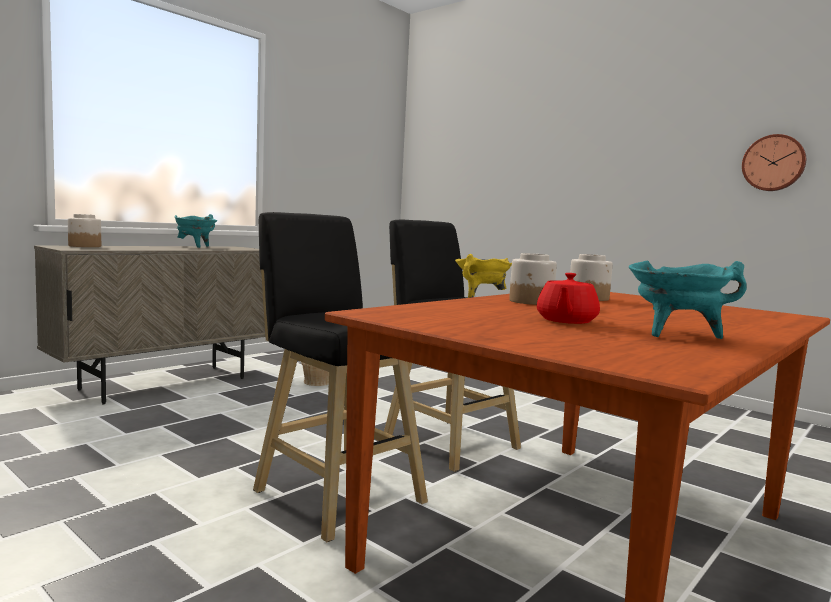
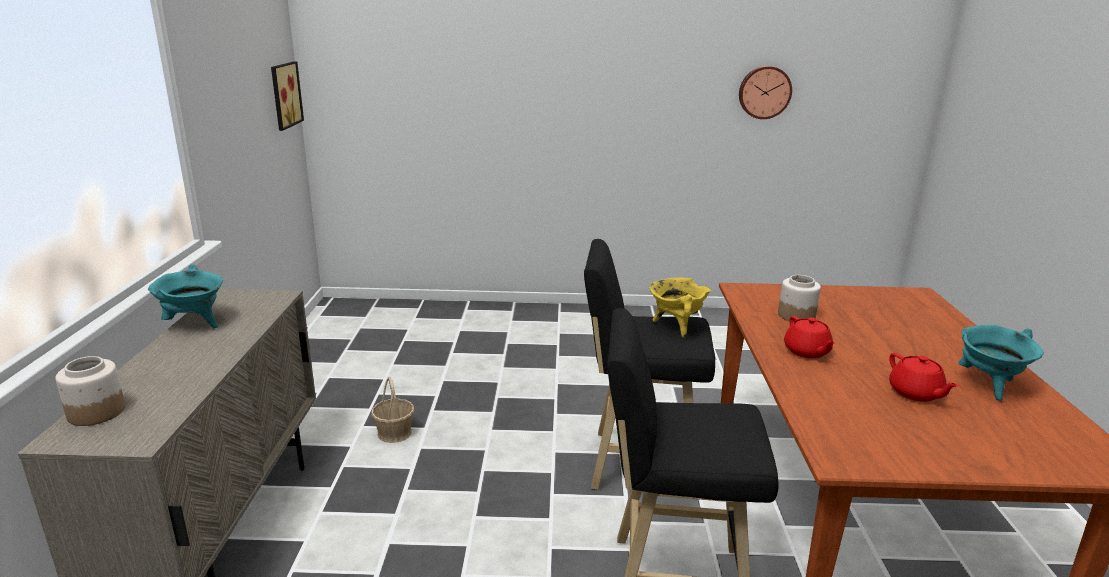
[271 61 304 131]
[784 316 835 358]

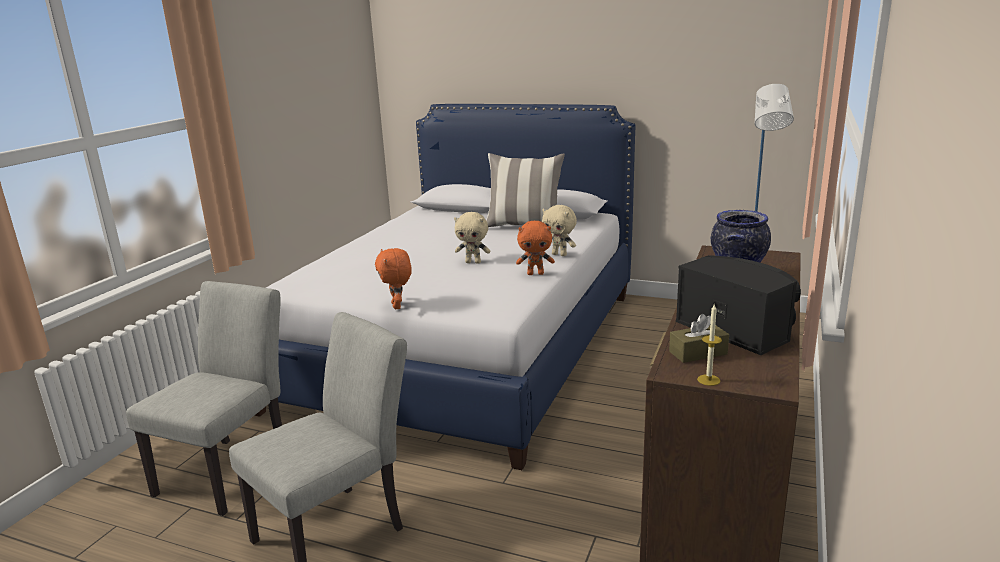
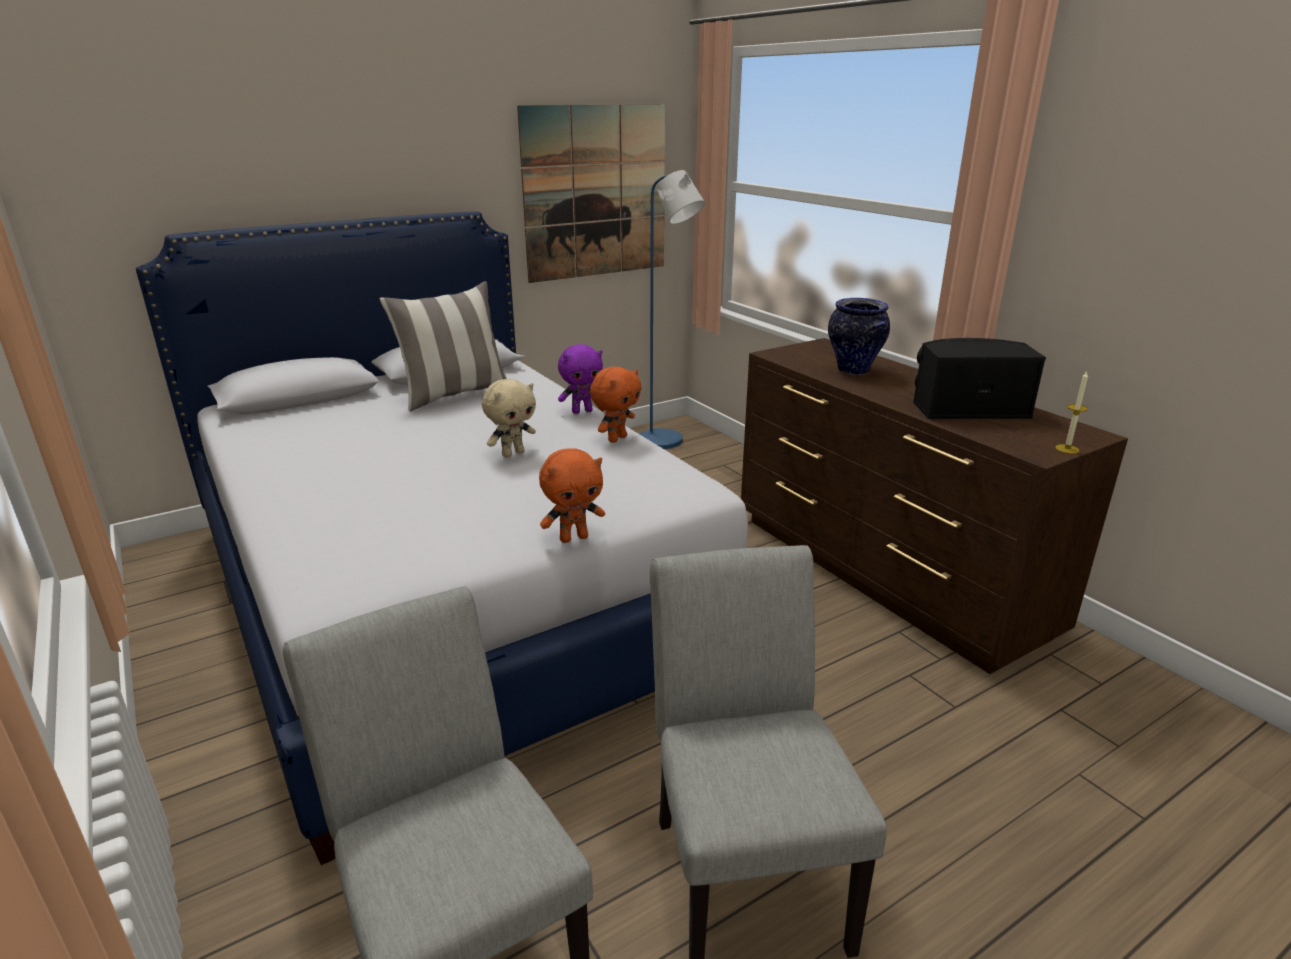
[517 104 665 283]
[539 448 605 543]
[558 344 603 414]
[669 314 729 363] (first image)

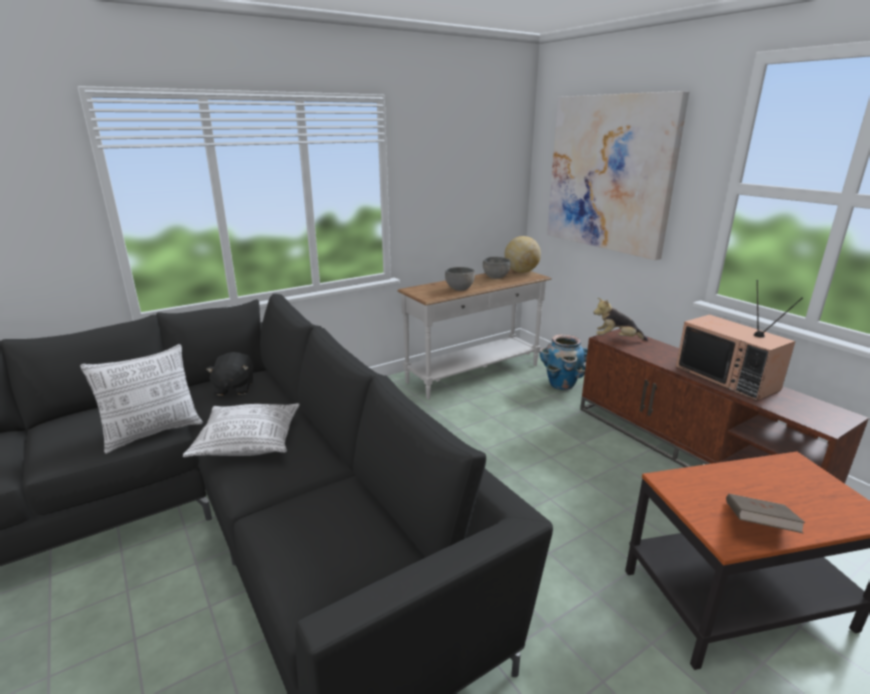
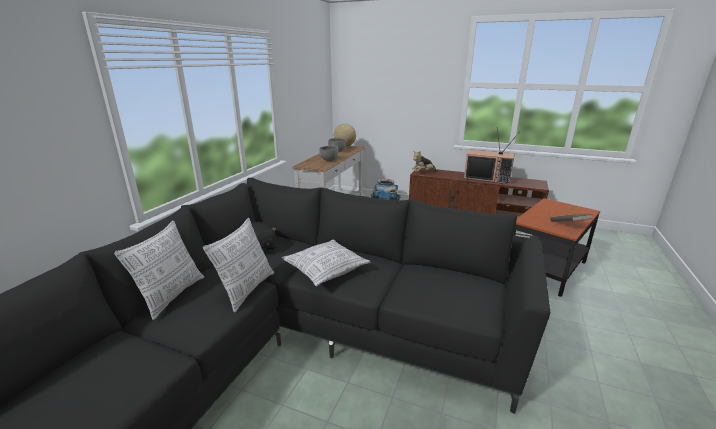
[114 221 204 320]
[547 91 689 260] (first image)

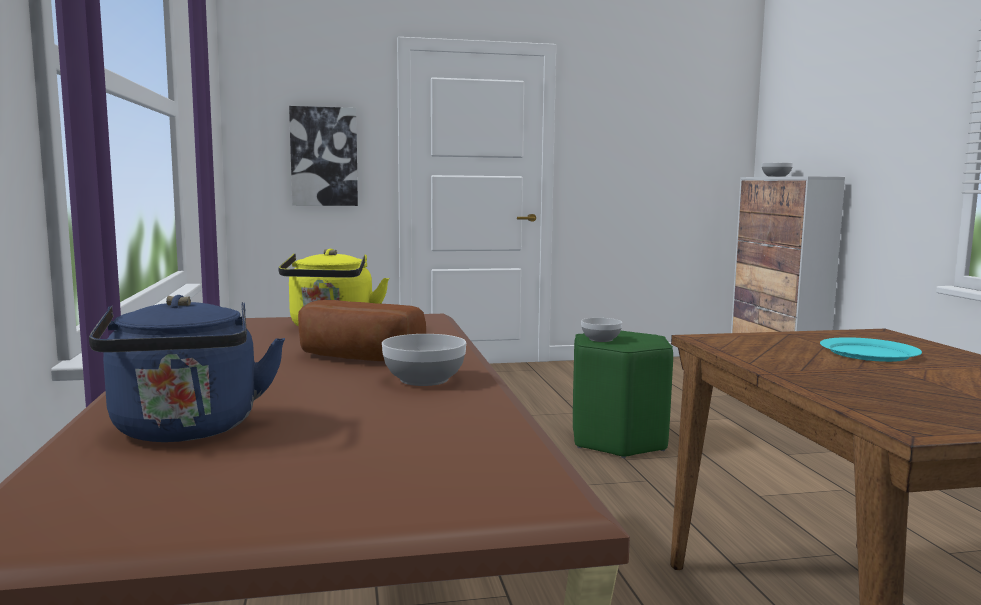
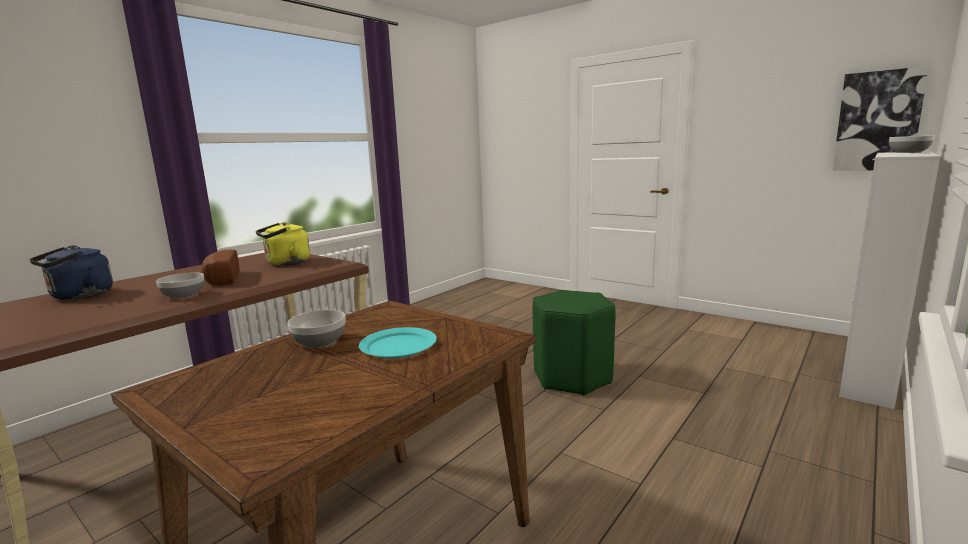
[287 310 346 348]
[832 66 929 171]

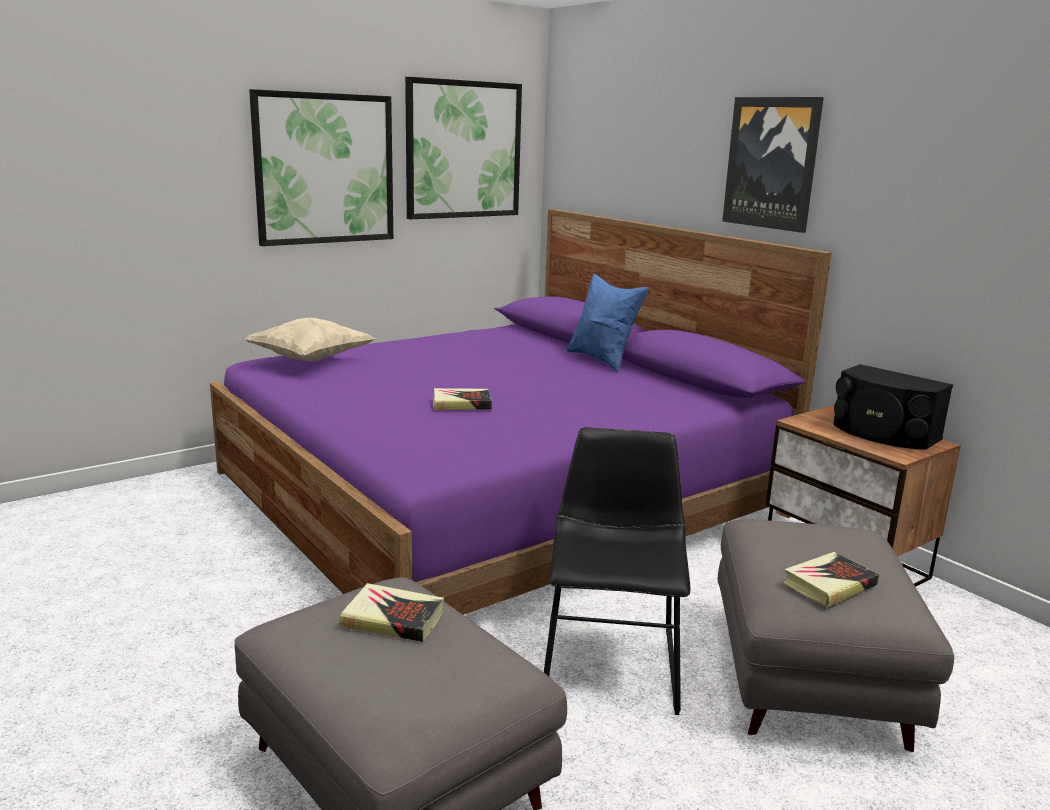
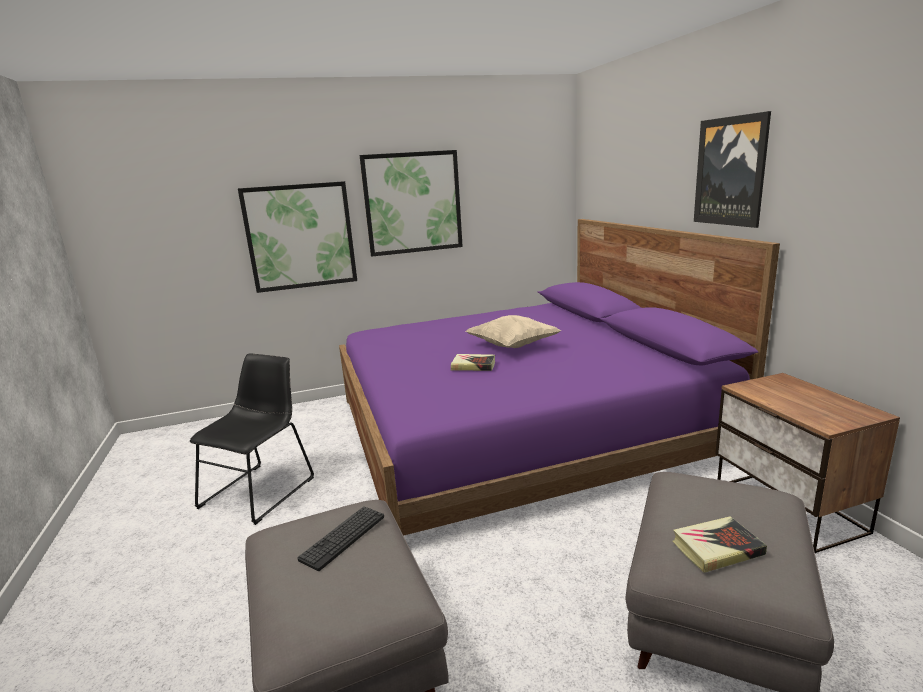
[190 353 314 525]
[238 181 357 293]
[298 506 384 571]
[466 315 561 348]
[567 274 649 373] (first image)
[833 364 953 450] (first image)

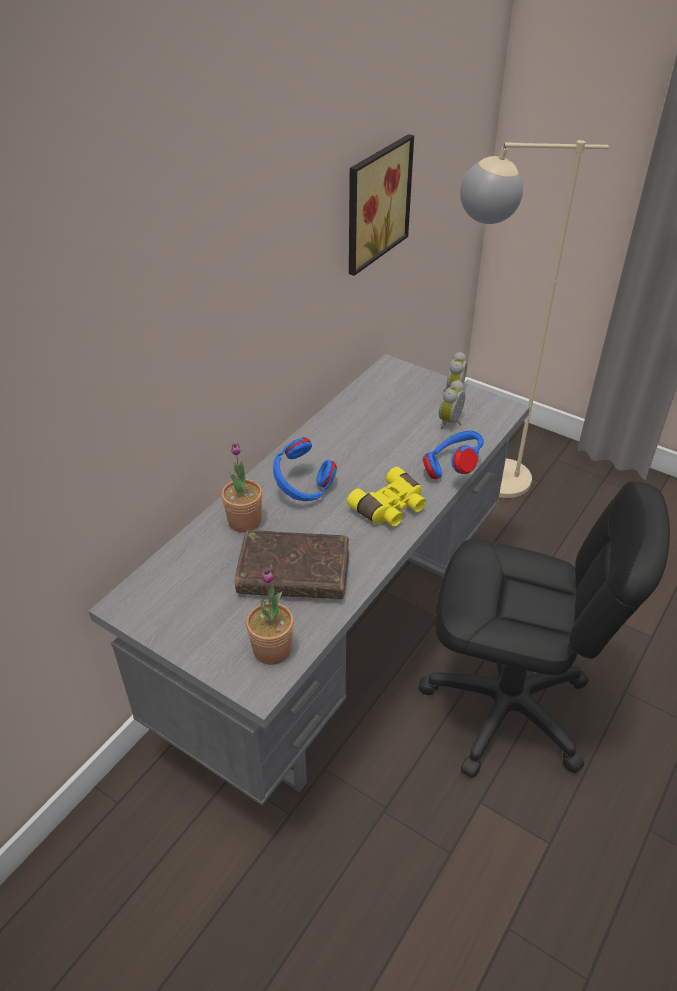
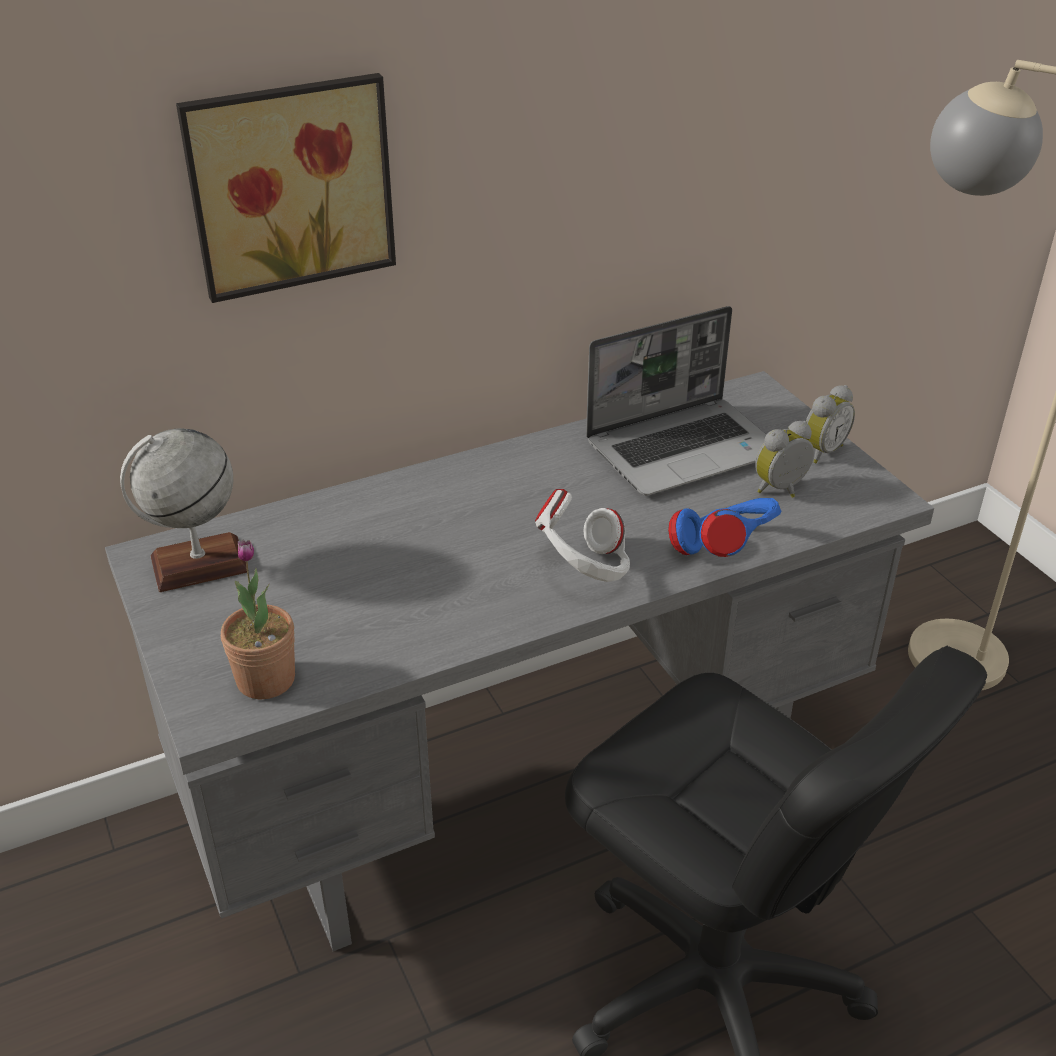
[120 428 249 592]
[176 73 396 303]
[535 489 630 582]
[586 306 767 496]
[221 443 262 533] (first image)
[235 530 349 599] (first image)
[273 437 337 501] (first image)

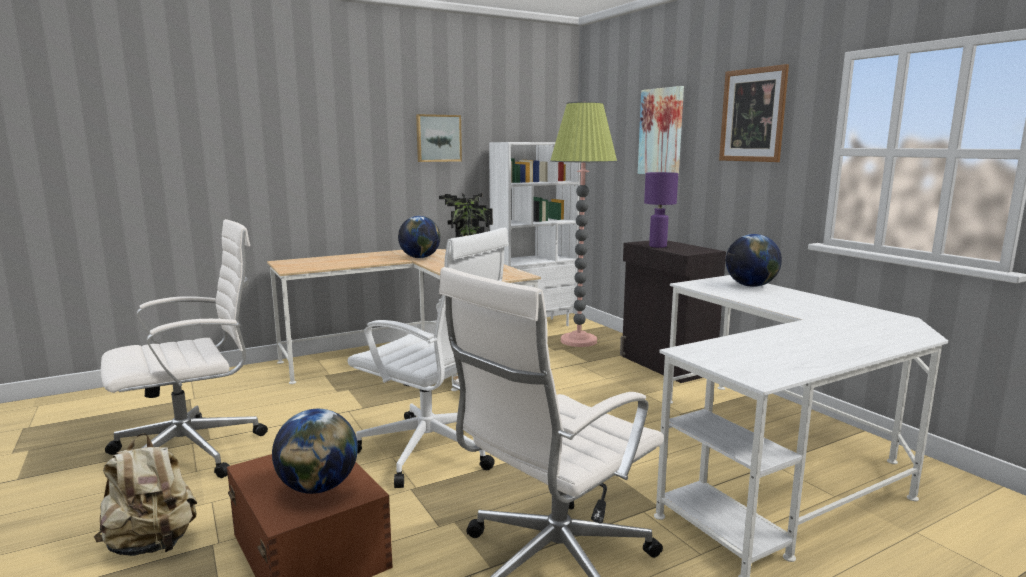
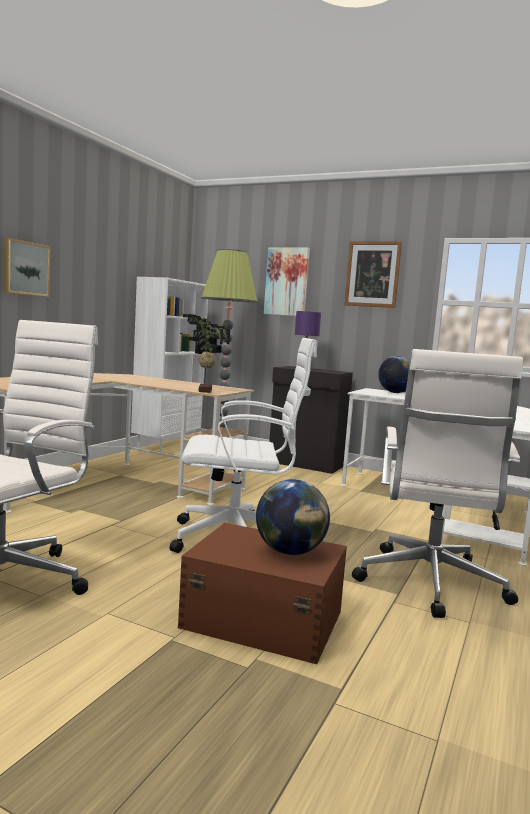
[4 238 50 297]
[94 433 197 556] (first image)
[398 216 441 258] (first image)

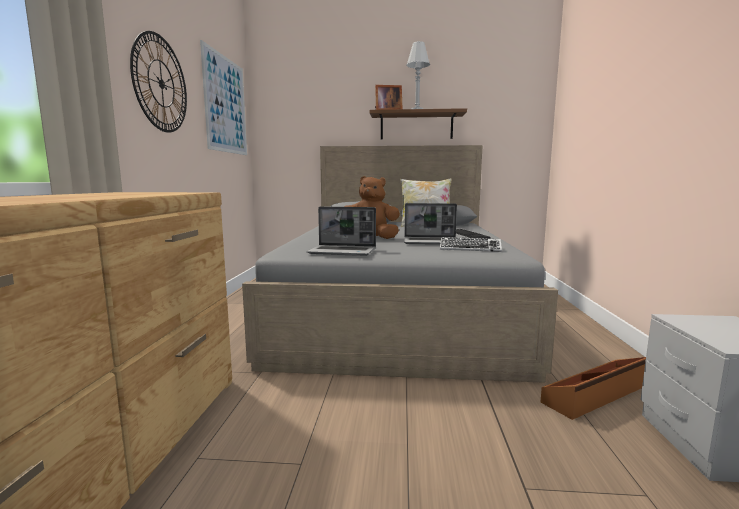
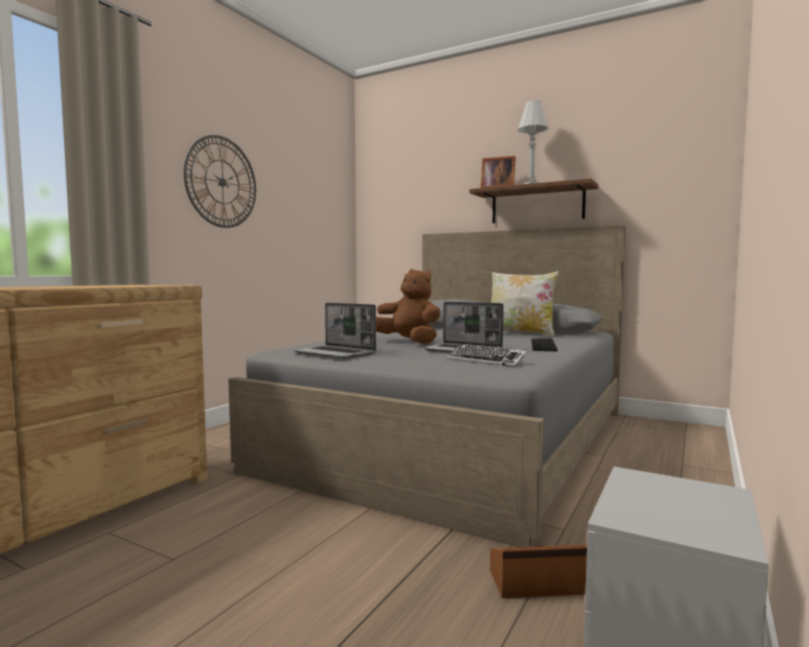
[200 40 247 155] (first image)

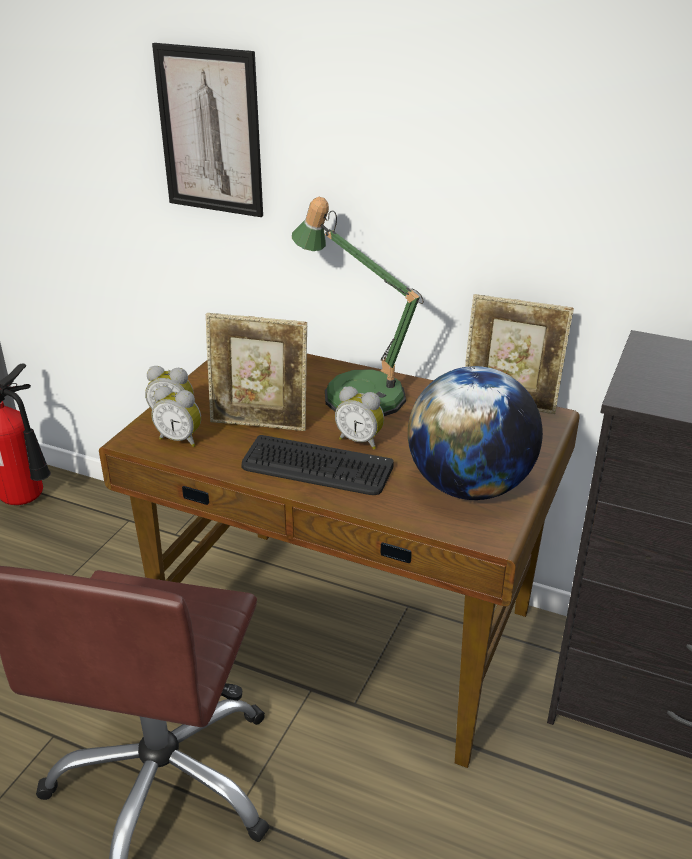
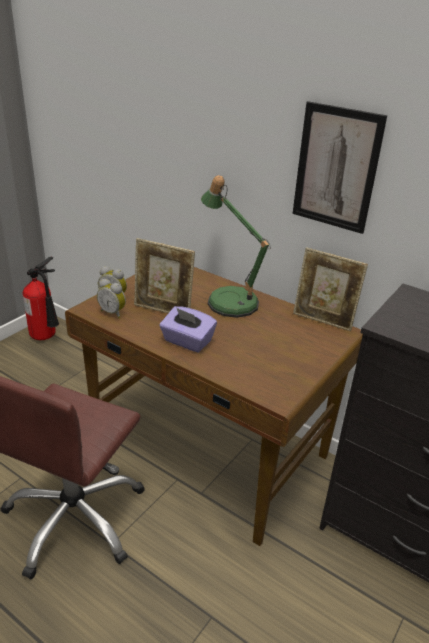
[160 306 217 352]
[293 101 387 234]
[335 386 384 449] (first image)
[408 366 543 500] (first image)

